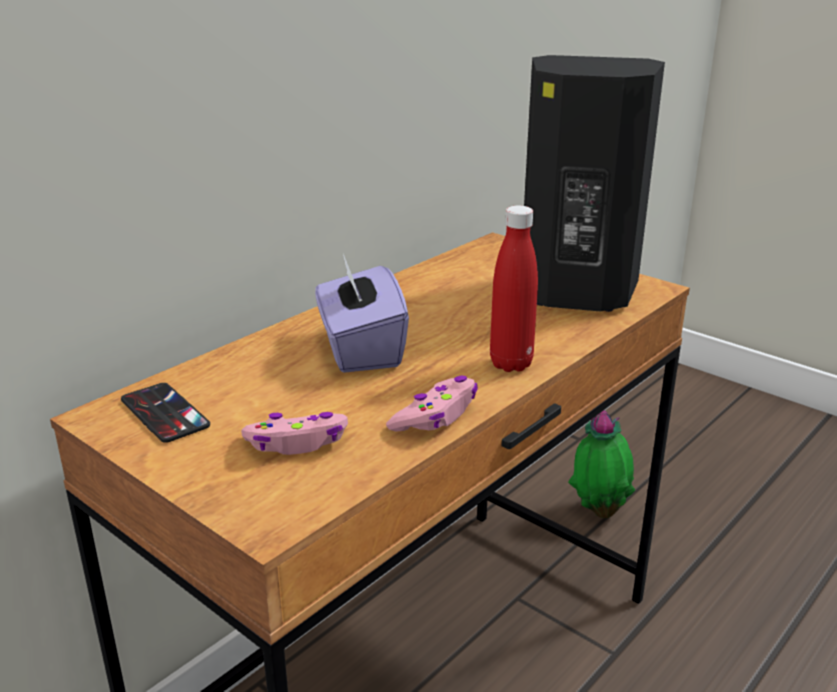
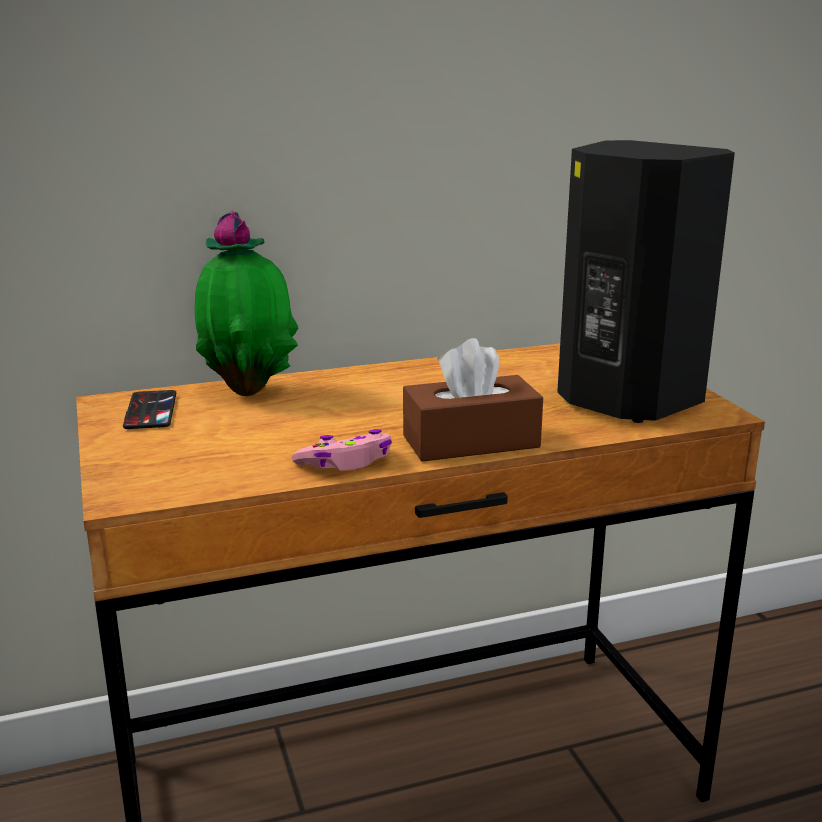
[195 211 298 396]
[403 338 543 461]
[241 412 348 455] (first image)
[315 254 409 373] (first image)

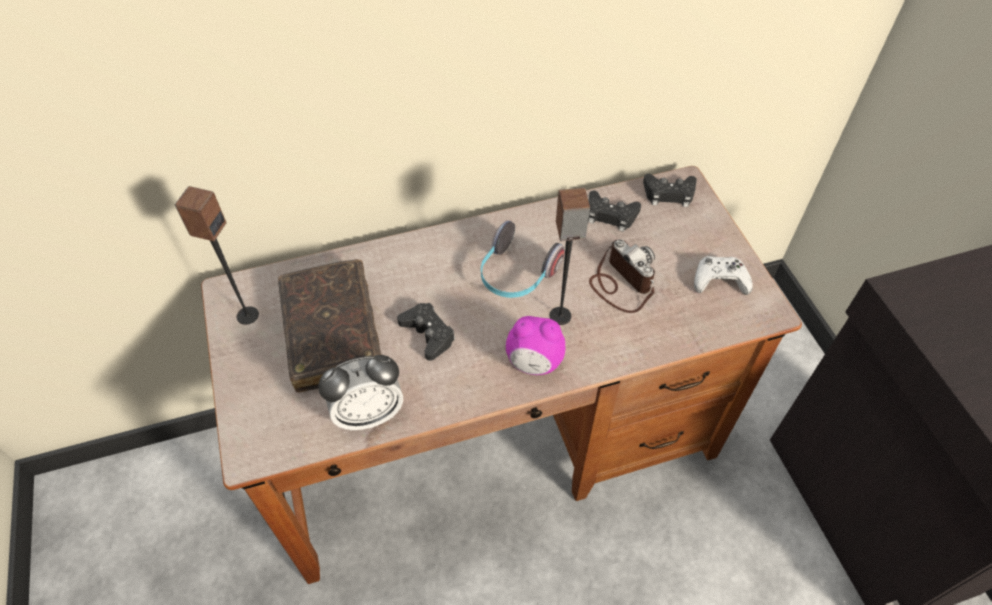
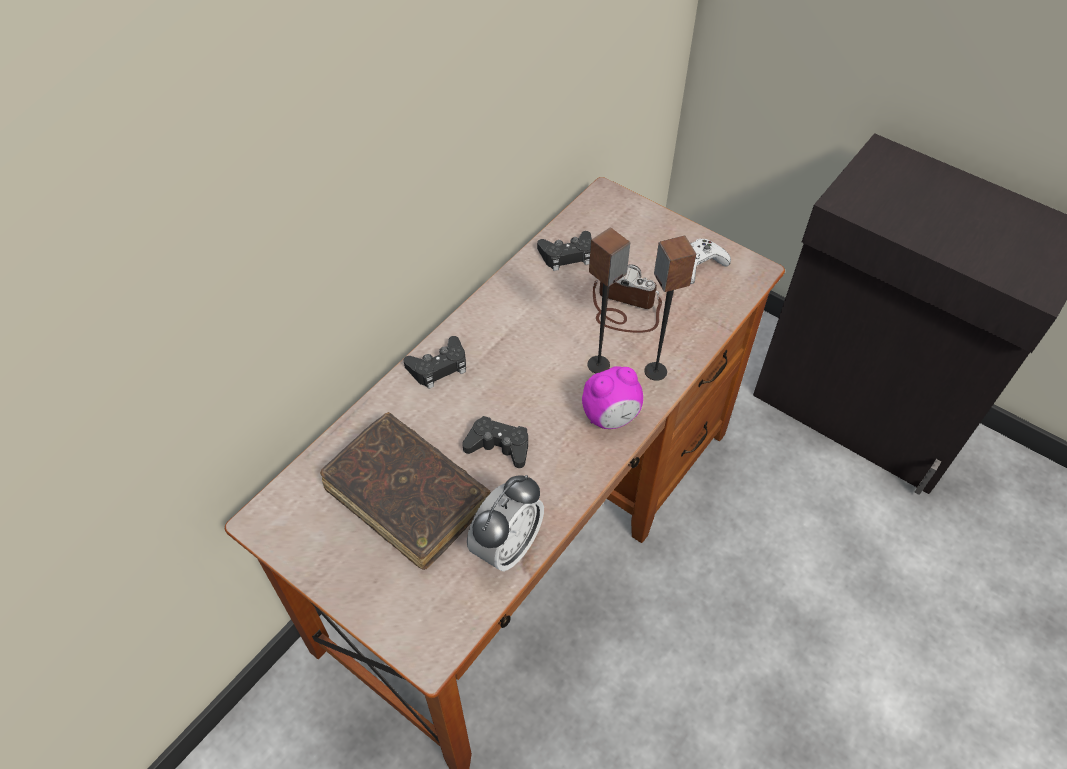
[403 336 466 389]
[644 236 696 381]
[481 221 565 298] (first image)

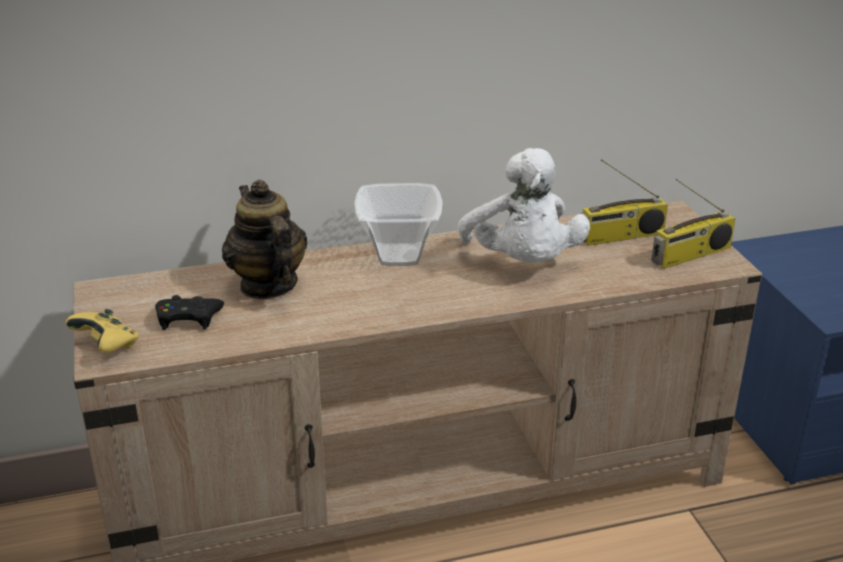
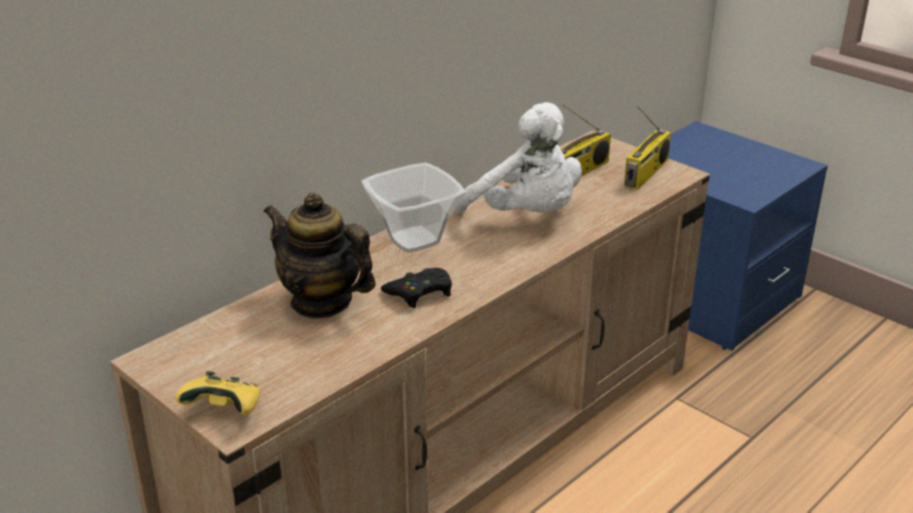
[381 268 452 308]

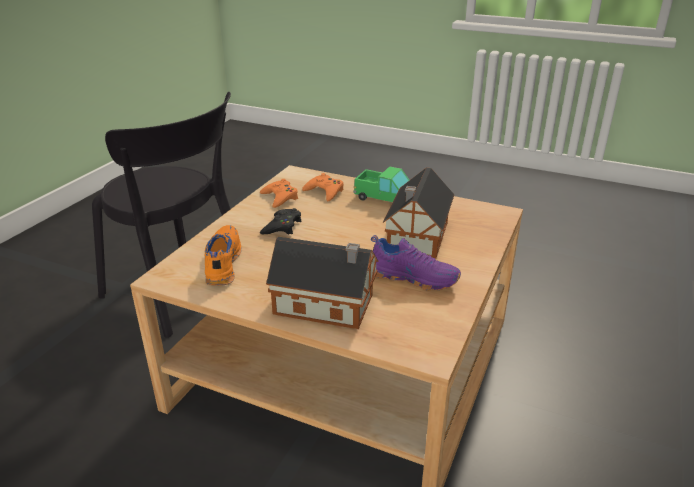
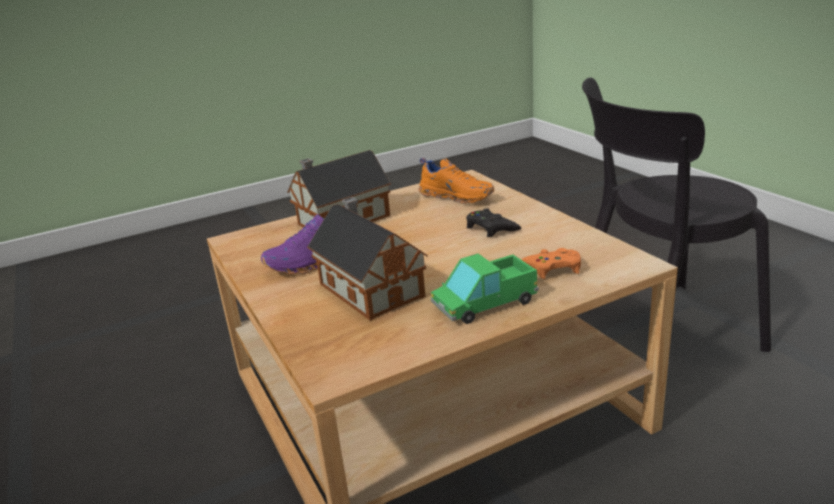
[260 179 298 208] (first image)

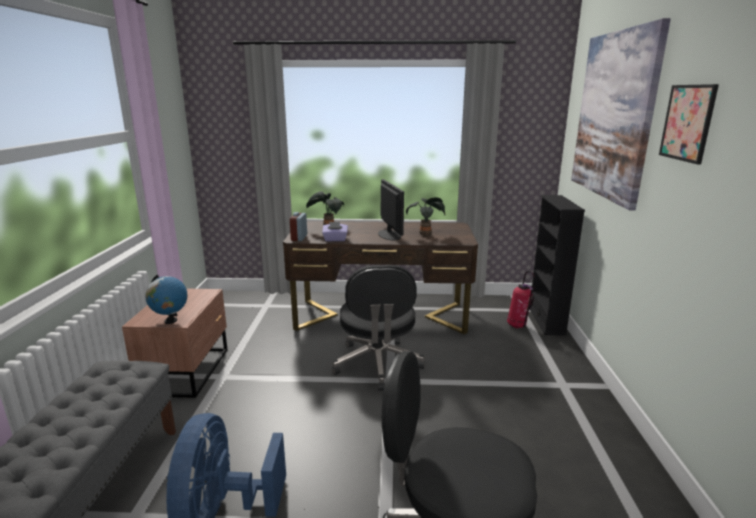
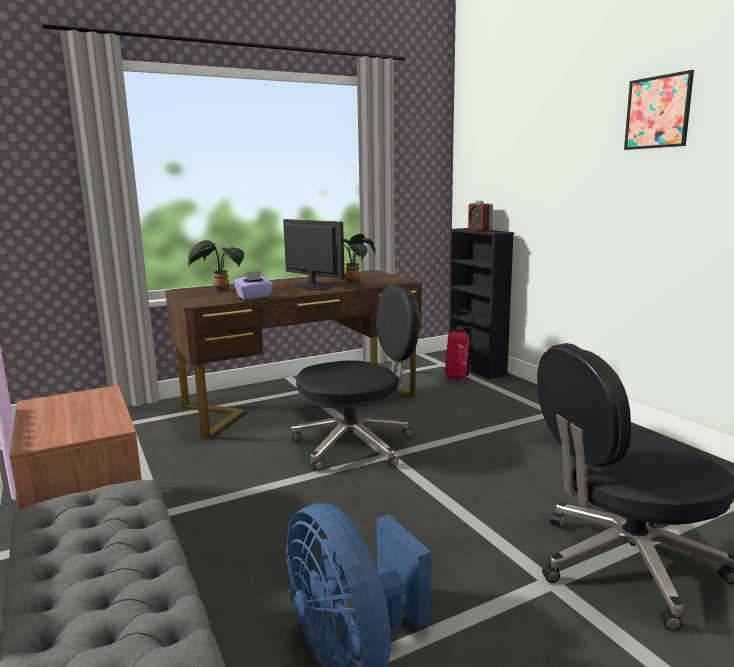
[291 285 420 471]
[468 201 493 231]
[145 275 187 324] (first image)
[571 18 671 210] (first image)

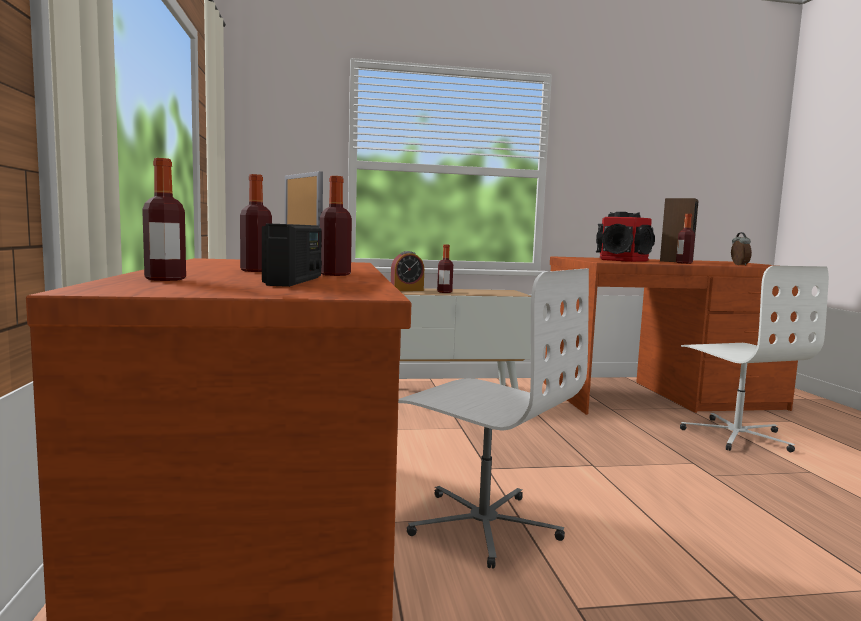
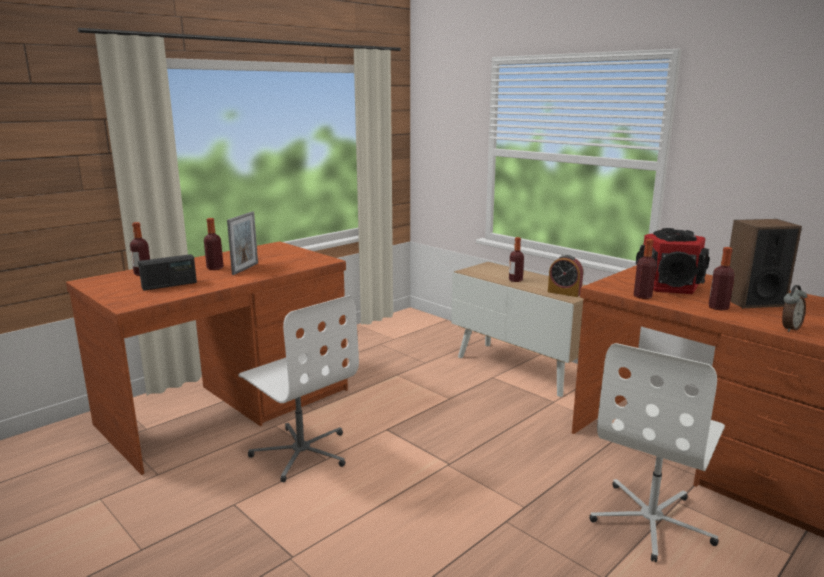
[238 295 359 482]
[548 255 583 297]
[634 239 656 299]

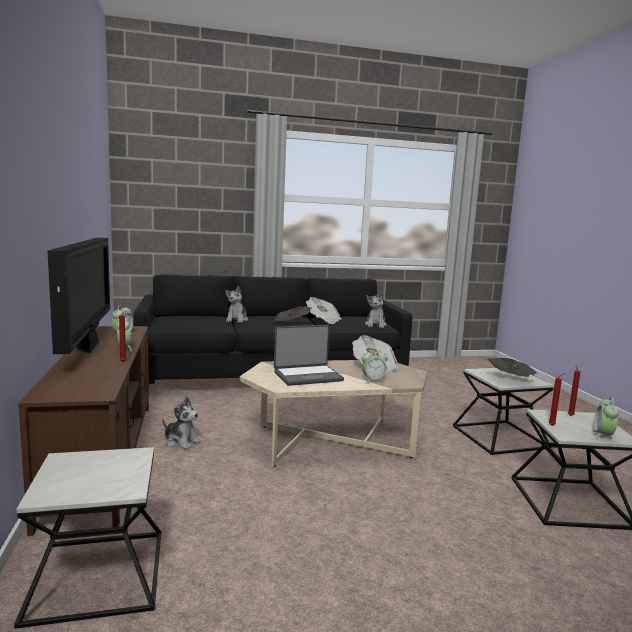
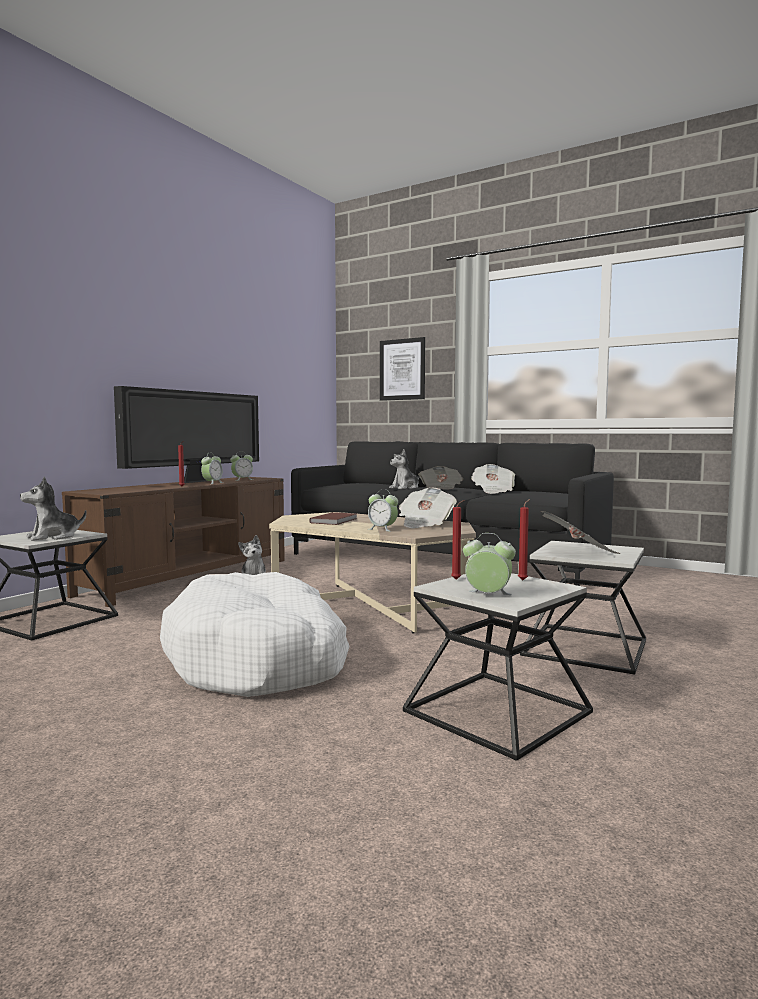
[20 477 87 541]
[160 572 350 697]
[309 512 357 525]
[380 337 425 401]
[463 533 516 595]

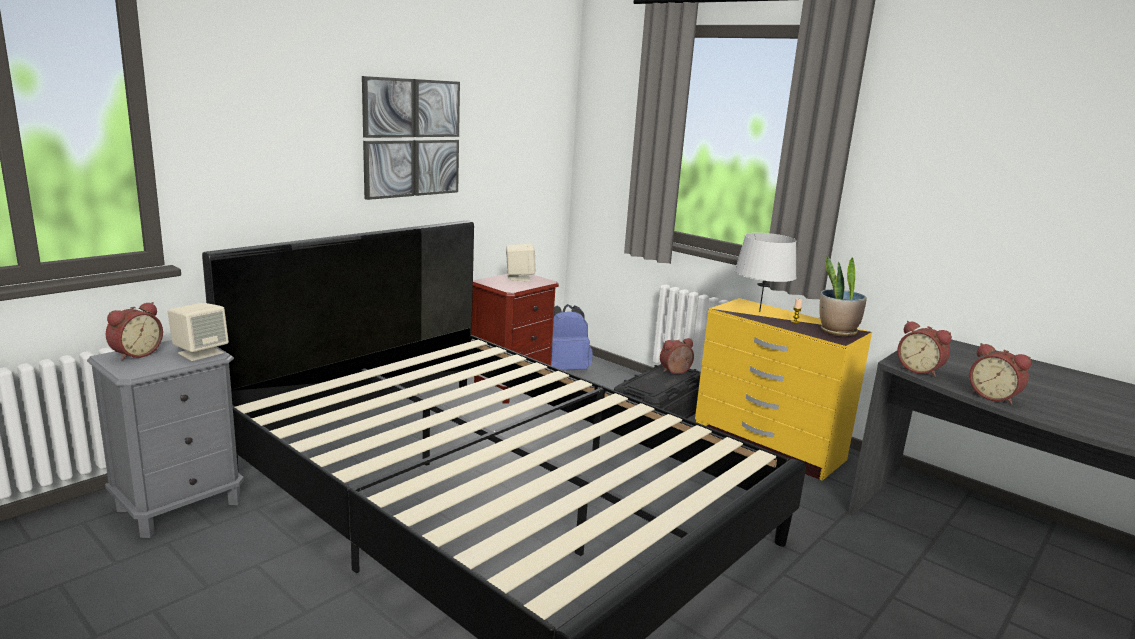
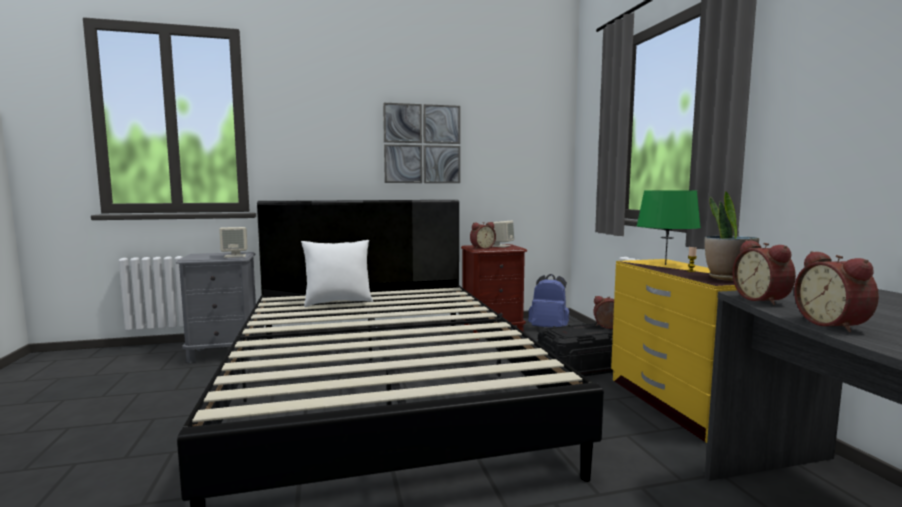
[301 240 373 307]
[470 222 496 250]
[636 190 701 265]

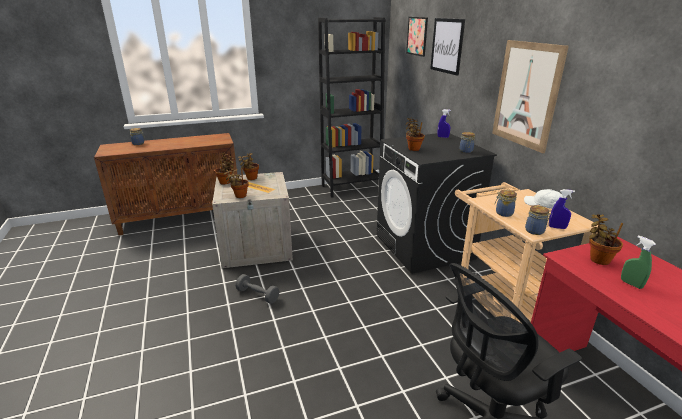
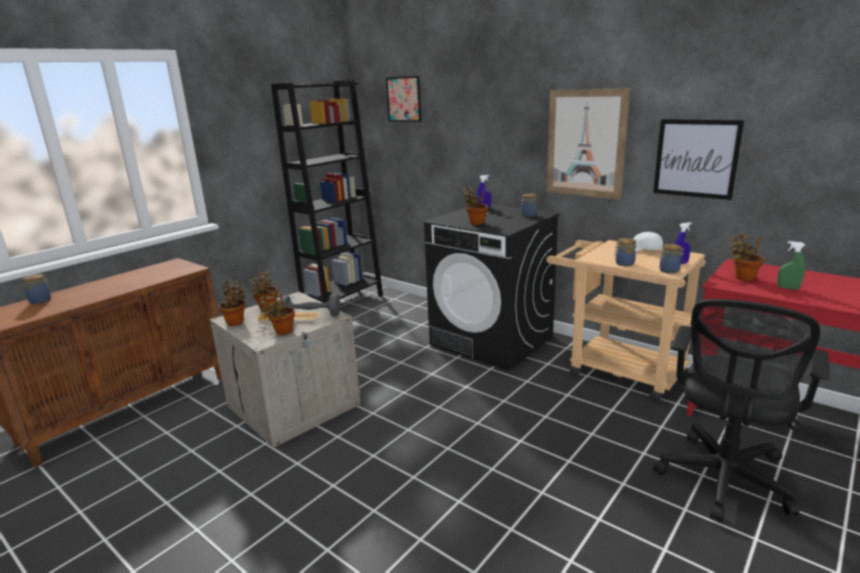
[280 294 340 316]
[653 119 745 200]

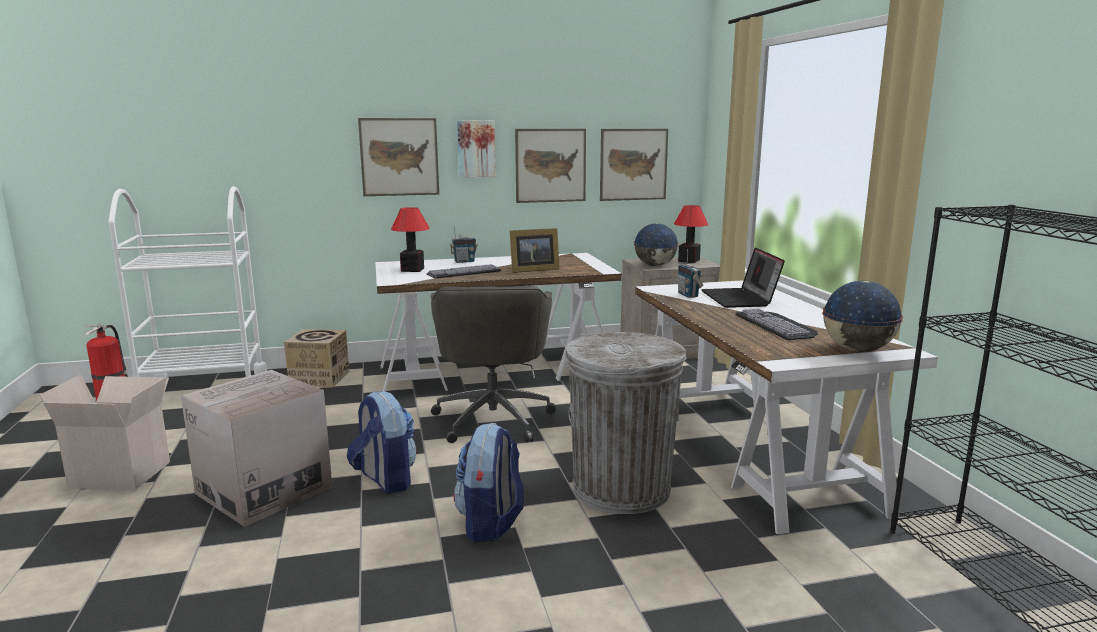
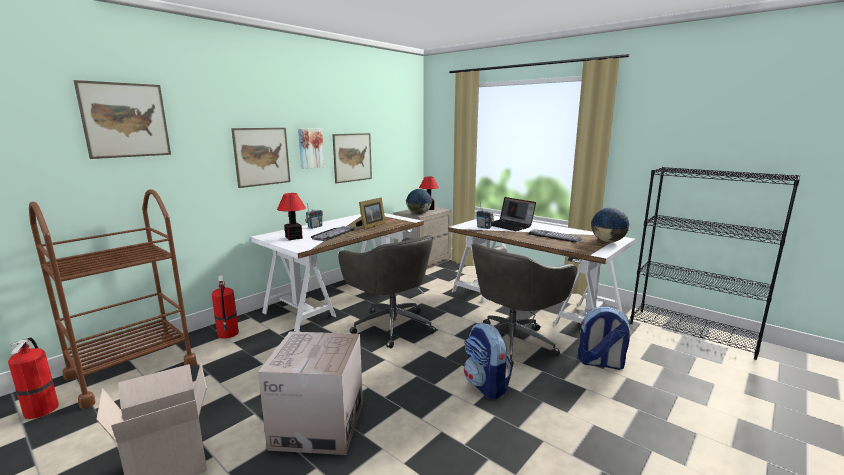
[29 189 197 409]
[74 80 171 159]
[212 275 239 339]
[465 243 577 367]
[578 306 630 370]

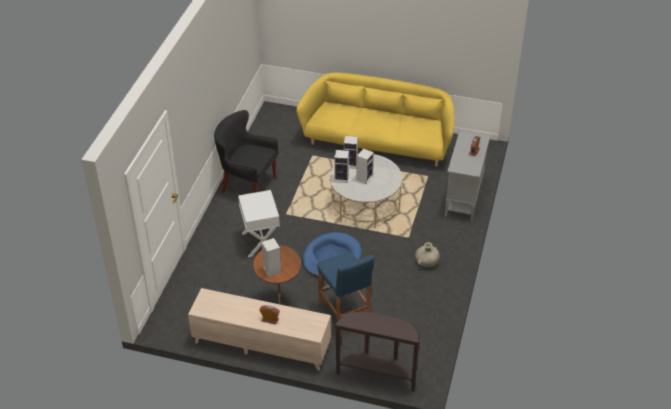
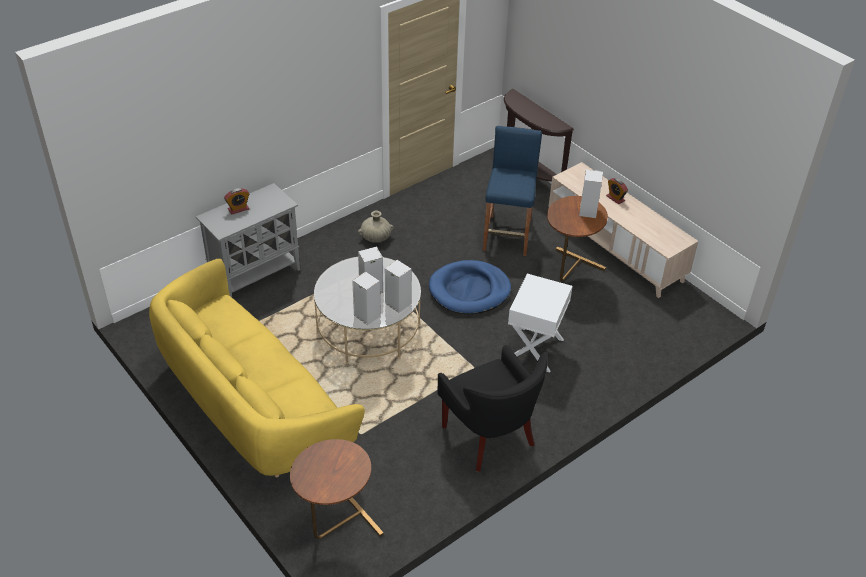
[290 439 384 539]

